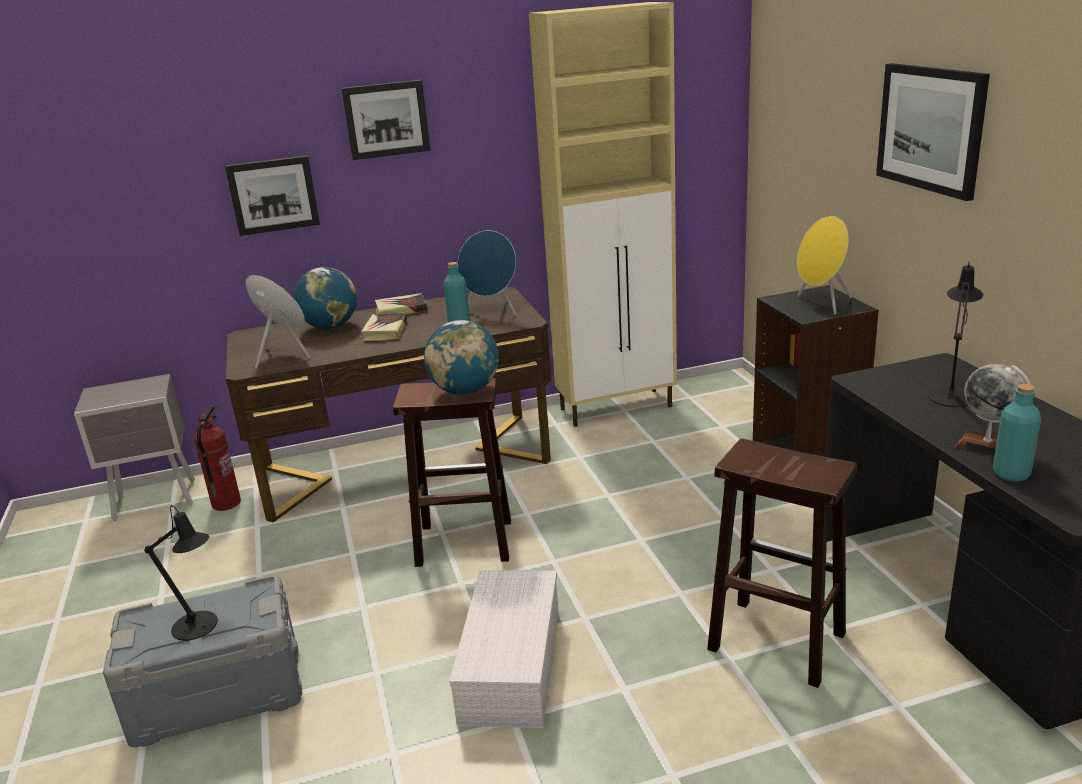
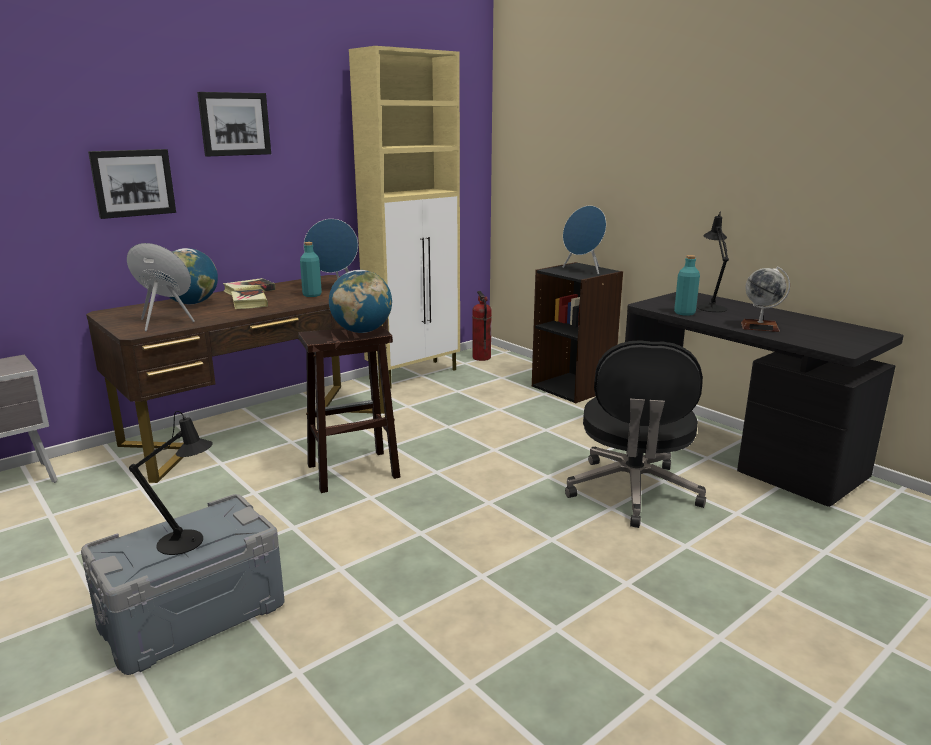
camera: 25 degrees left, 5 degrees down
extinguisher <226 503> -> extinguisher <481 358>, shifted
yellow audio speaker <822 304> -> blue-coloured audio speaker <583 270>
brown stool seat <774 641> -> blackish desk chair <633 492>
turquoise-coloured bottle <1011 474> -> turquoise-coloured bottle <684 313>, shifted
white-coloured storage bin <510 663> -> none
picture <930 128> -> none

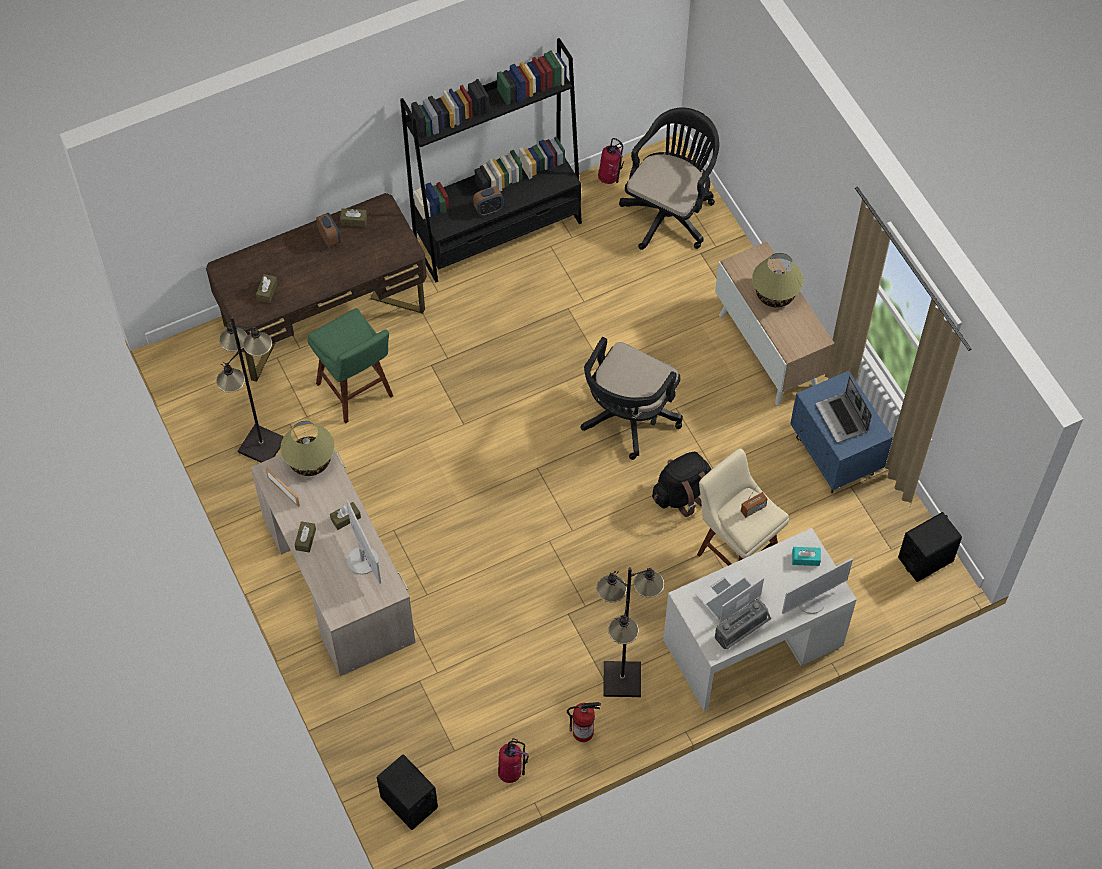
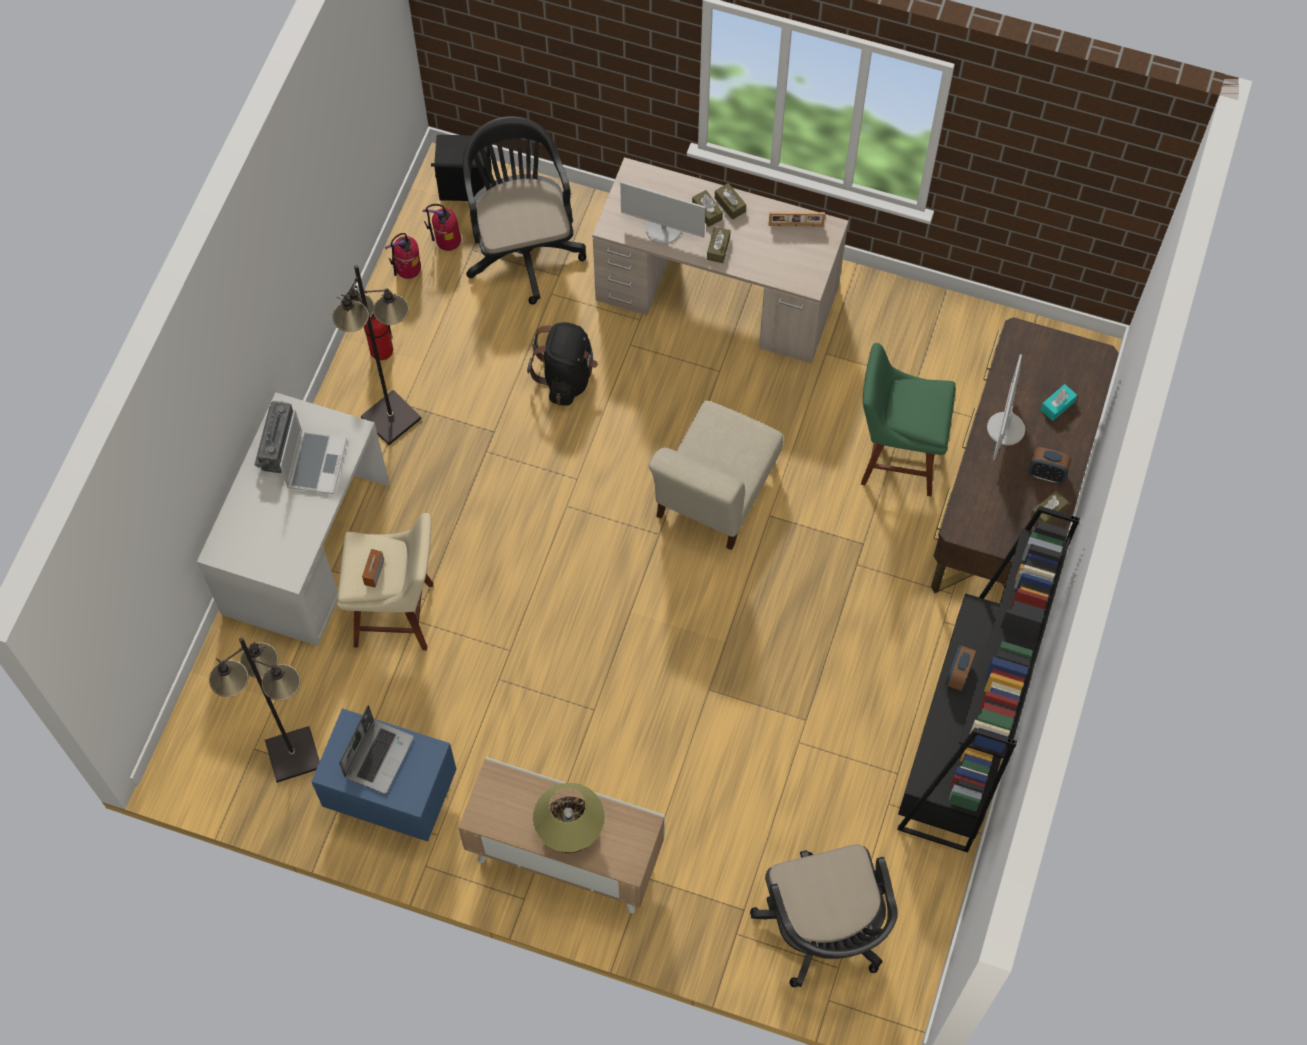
camera: 135 degrees right, 5 degrees up
blackish standard lamp <262 446> -> blackish standard lamp <292 754>, shifted
laptop <842 418> -> laptop <378 756>, 90 degrees clockwise
extinguisher <610 178> -> extinguisher <447 244>, shifted
blackish desk chair <627 419> -> blackish desk chair <522 246>, shifted
blackish backpack <682 494> -> blackish backpack <566 376>, shifted
none -> beige plain chair <713 495>
brown tissue box <267 291> -> brown tissue box <707 212>, shifted
computer display <811 599> -> computer display <1005 429>, shifted
turquoise-coloured tissue box <805 559> -> turquoise-coloured tissue box <1057 405>, shifted
lamp for a table <309 461> -> none
blackish audio speaker <925 559> -> none

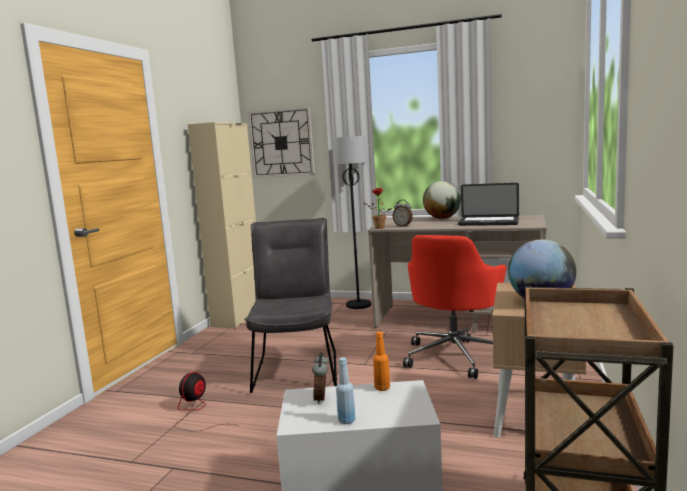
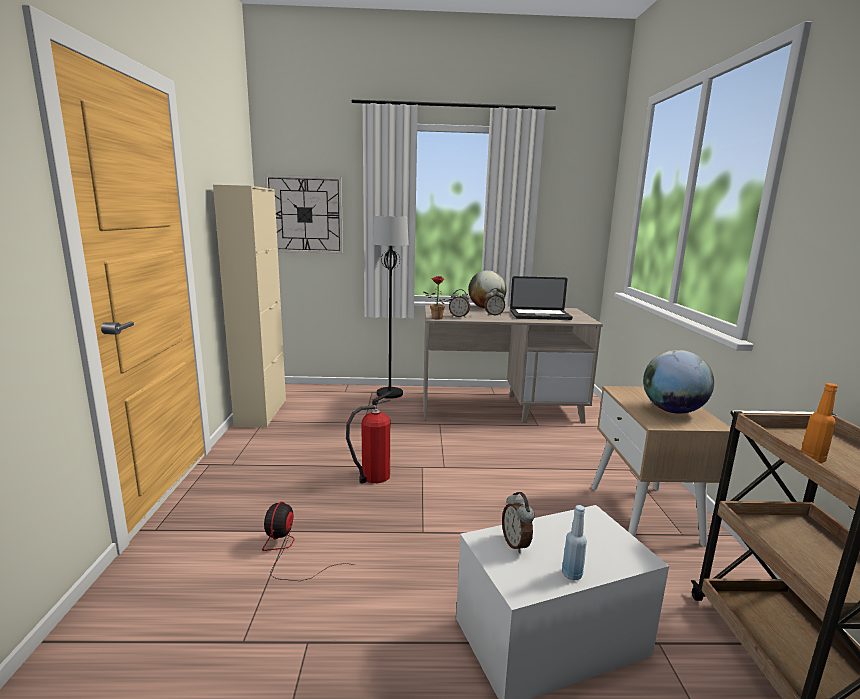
camera: 20 degrees left, 5 degrees up
gray plain chair <297 368> -> extinguisher <373 477>
none -> alarm clock <493 315>
orange-coloured bottle <382 388> -> orange-coloured bottle <812 459>, shifted
red-coloured desk chair <455 356> -> none

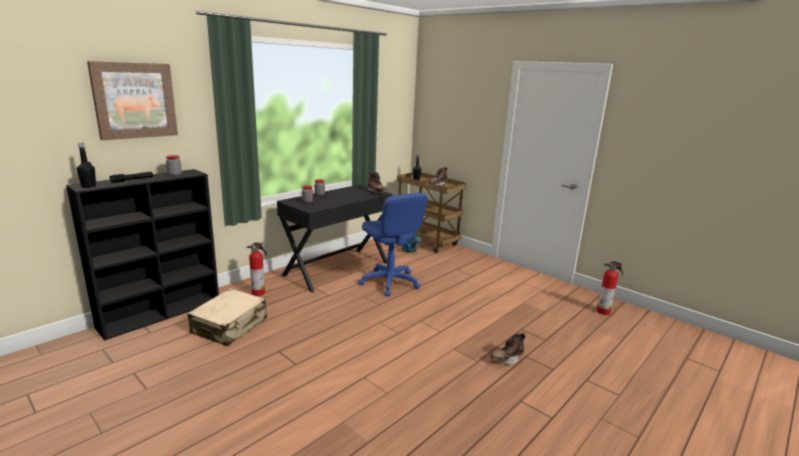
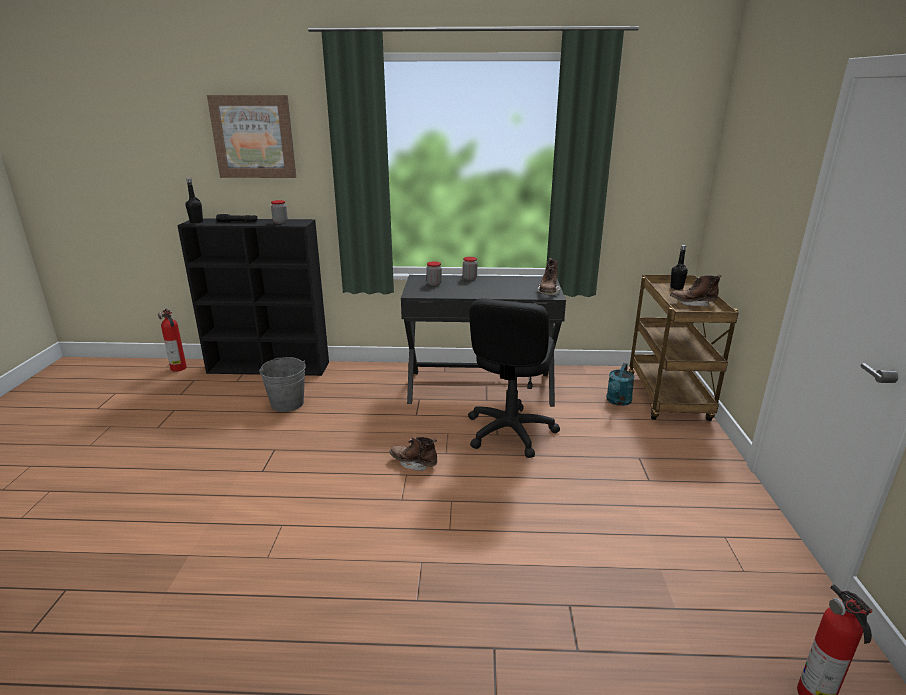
camera: 50 degrees right, 5 degrees up
extinguisher <259 293> -> extinguisher <179 368>, shifted
beige piece of luggage <230 326> -> gray water bucket <287 403>
brown tall boot <506 359> -> brown tall boot <414 463>, shifted
blue-coloured desk chair <389 282> -> blackish desk chair <509 432>

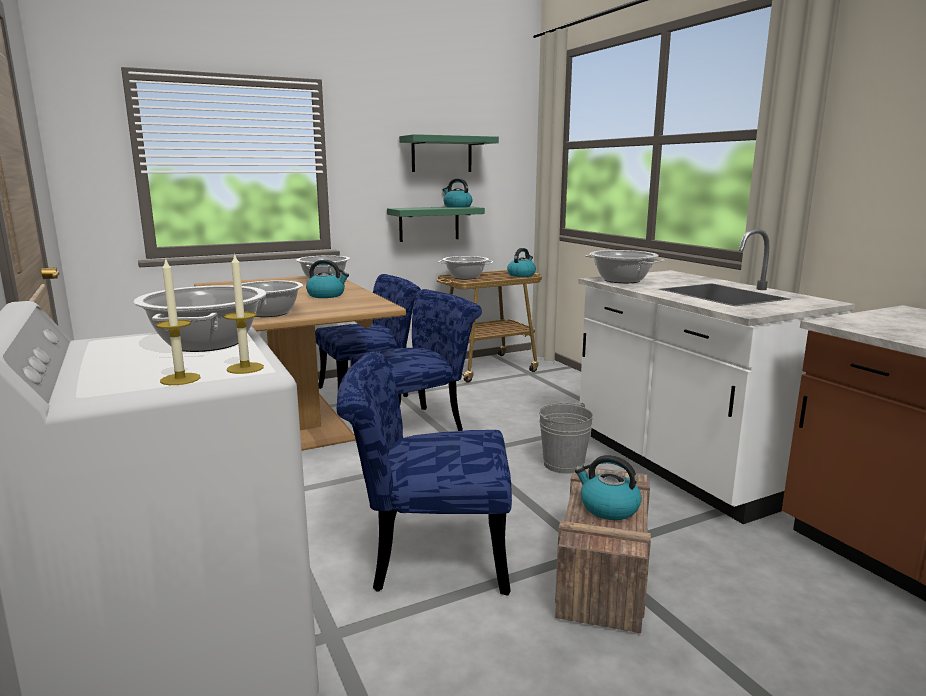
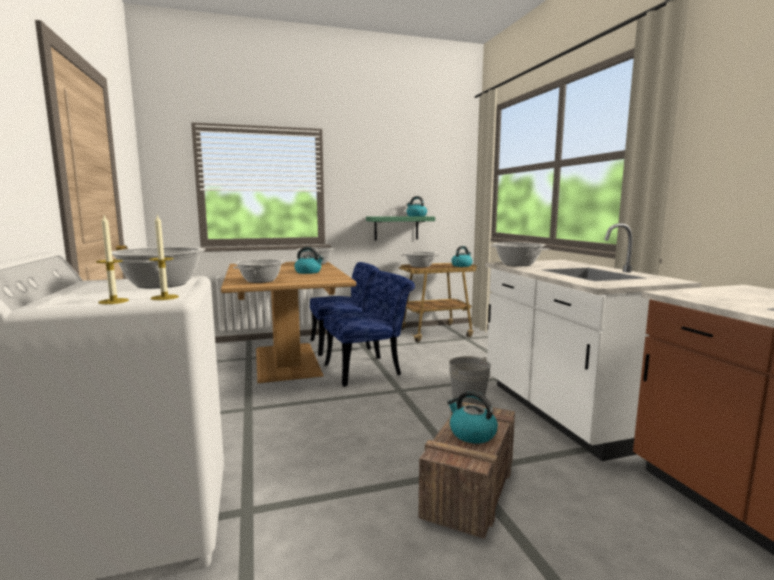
camera: 10 degrees right, 5 degrees down
blue-coloured plain chair <426 555> -> none
green-coloured bracket shelf <441 154> -> none

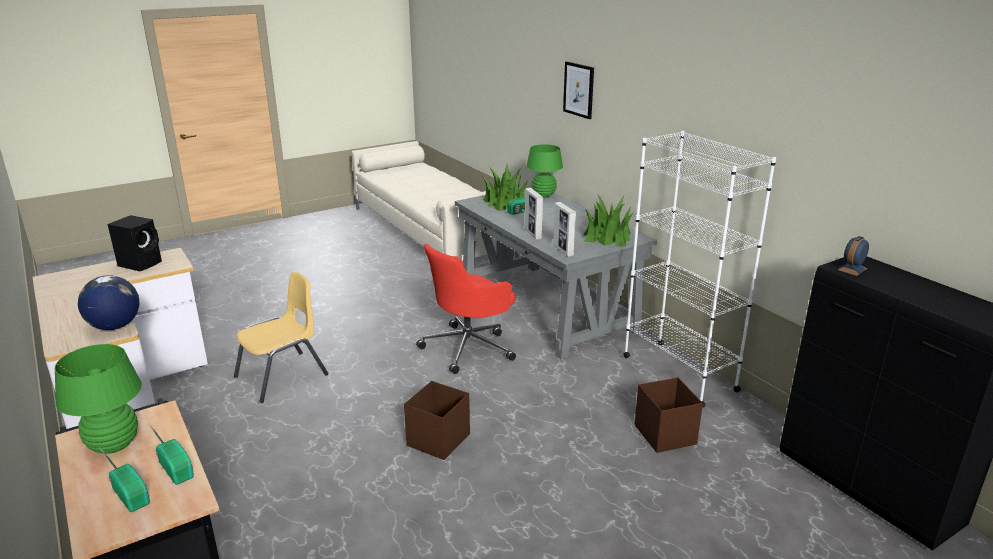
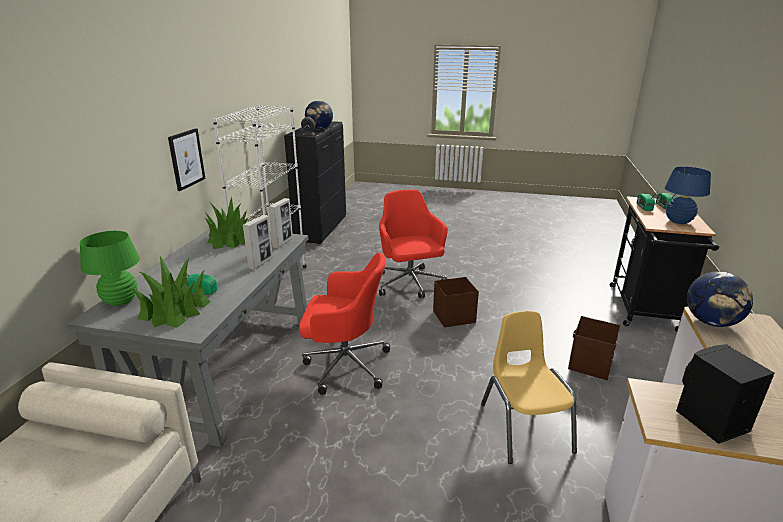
camera: 135 degrees left, 0 degrees up
picture <579 90> -> picture <186 159>, shifted
none -> globe <319 129>
none -> red-coloured desk chair <410 284>
yellow plain chair <282 376> -> yellow plain chair <524 427>, 75 degrees clockwise
brown storage bin <665 434> -> brown storage bin <589 364>, shifted
green-coloured lamp for a table <113 445> -> blue-coloured lamp for a table <678 221>

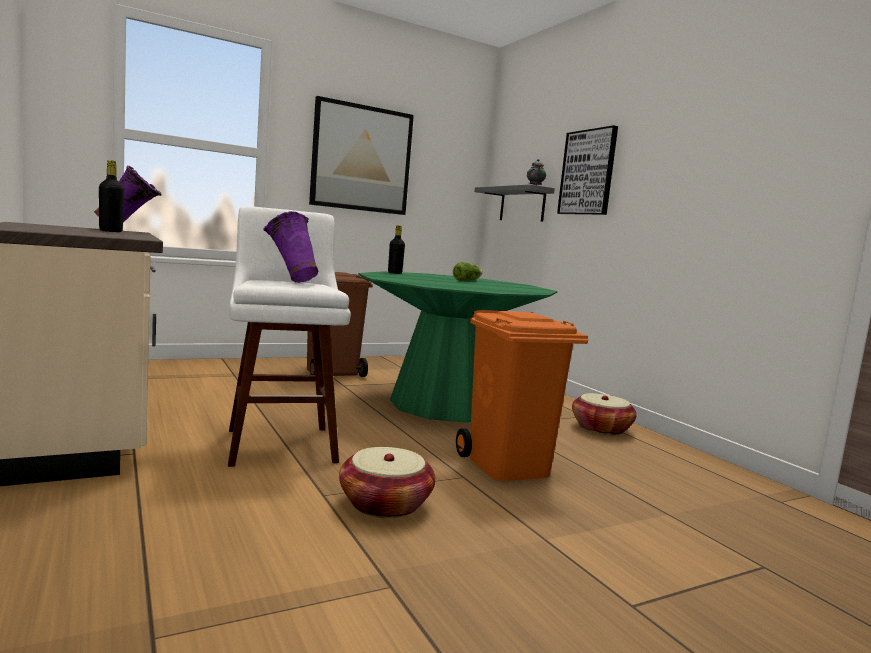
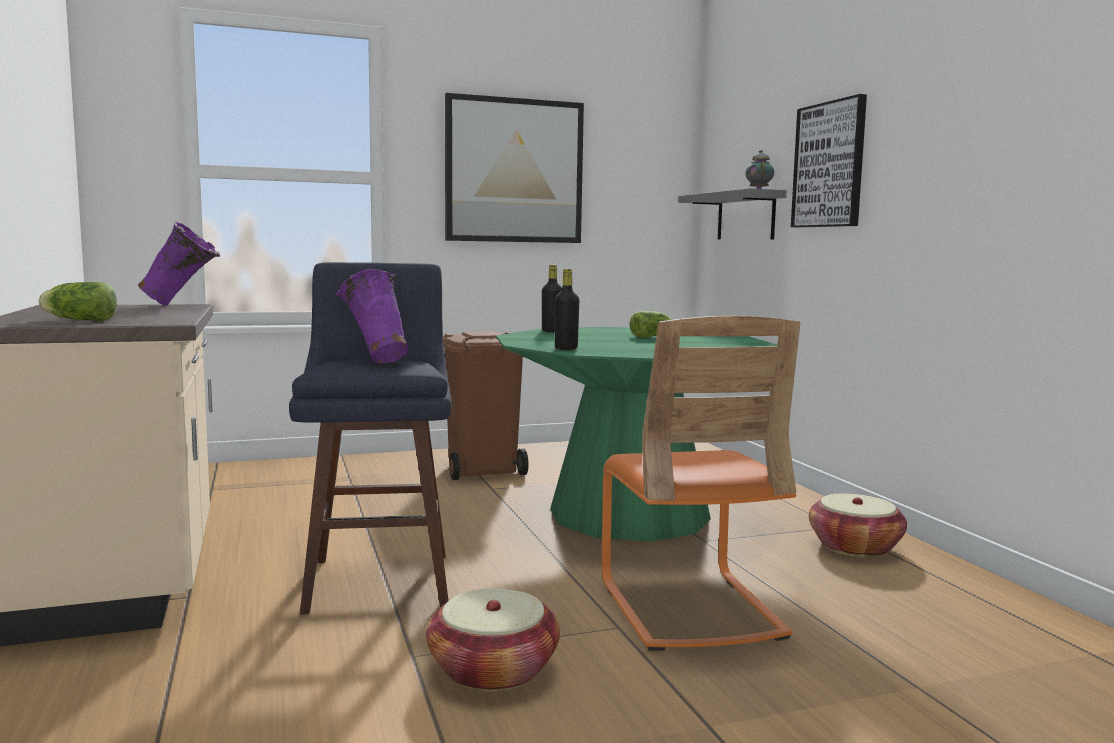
camera: 10 degrees right, 0 degrees up
none -> lettuce head <78 320>
white-coloured stool seat <280 442> -> blue-coloured stool seat <379 577>
blackish bottle <111 231> -> blackish bottle <566 349>, shifted
orange-coloured waste bin <507 465> -> orange-coloured plain chair <689 608>

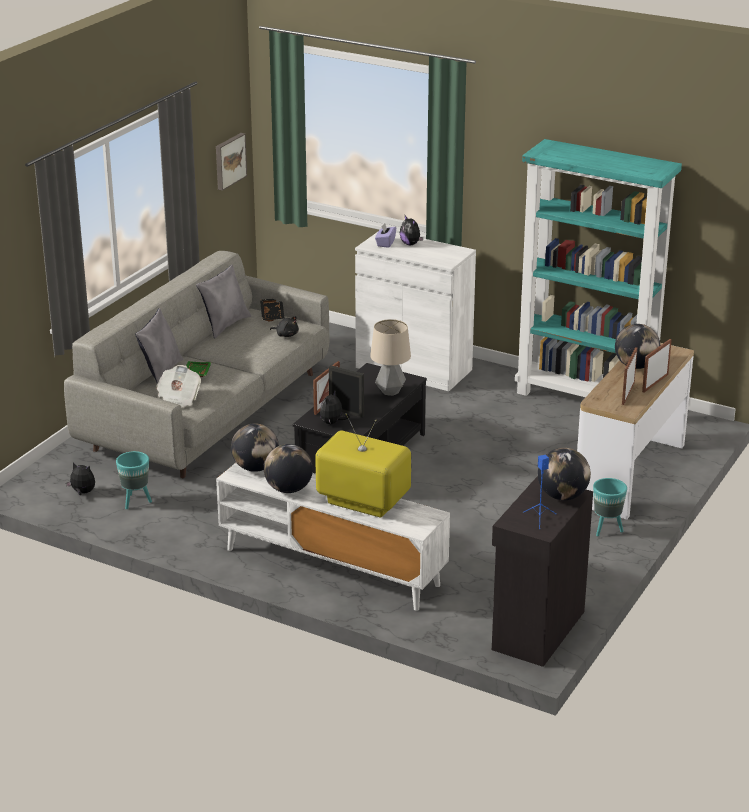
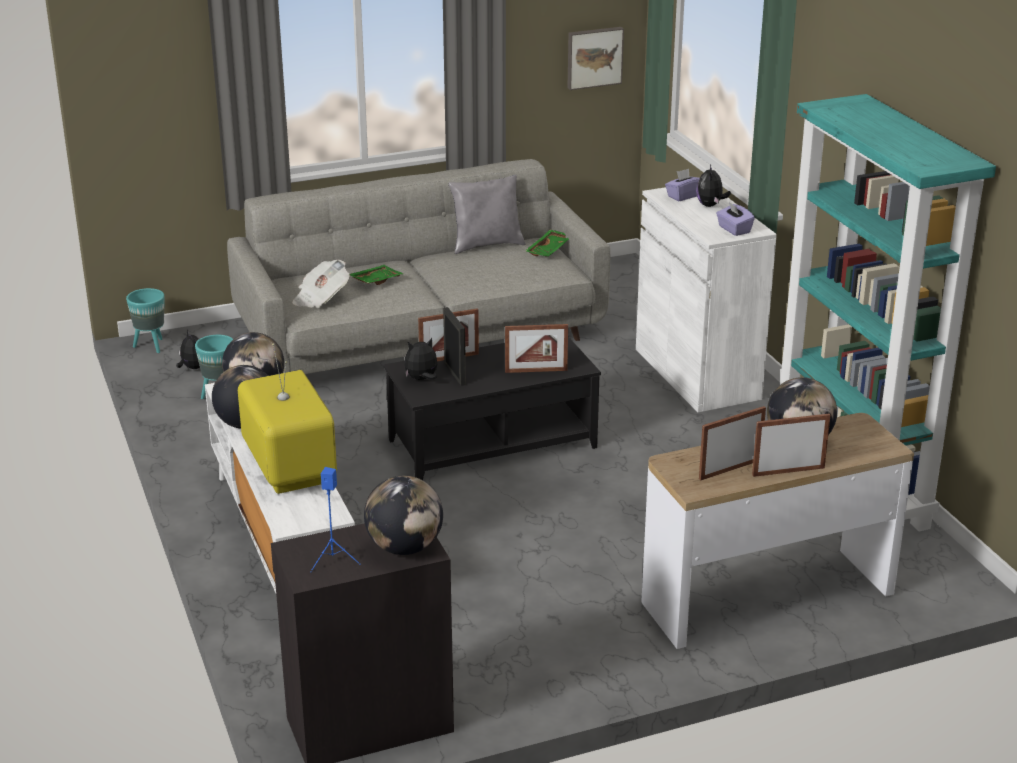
camera: 40 degrees right, 0 degrees up
turquoise-coloured planter <606 530> -> turquoise-coloured planter <151 346>, shifted
lamp for a table <390 391> -> photo frame <536 371>
blackish serving tray <273 314> -> green-coloured serving tray <550 250>
none -> purplish tissue box <733 230>
gray throw pillow <161 372> -> none
blackish cuddly toy <286 335> -> none

